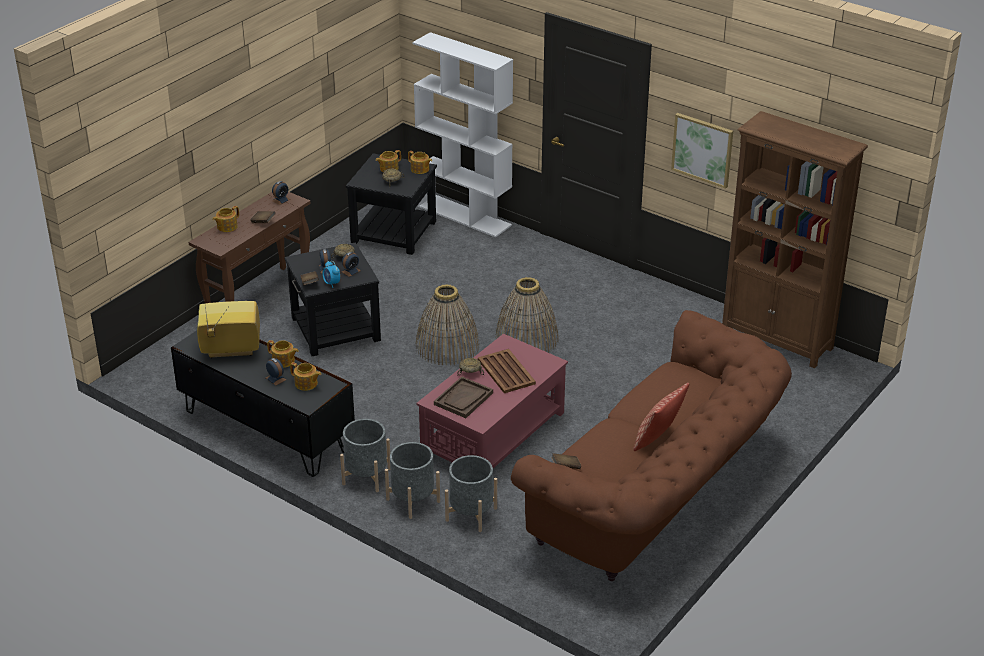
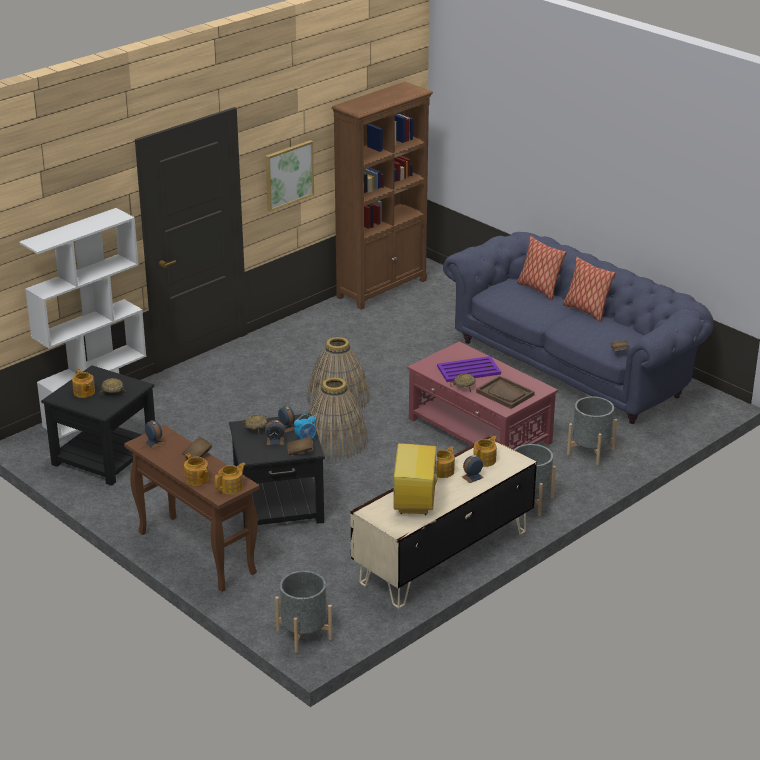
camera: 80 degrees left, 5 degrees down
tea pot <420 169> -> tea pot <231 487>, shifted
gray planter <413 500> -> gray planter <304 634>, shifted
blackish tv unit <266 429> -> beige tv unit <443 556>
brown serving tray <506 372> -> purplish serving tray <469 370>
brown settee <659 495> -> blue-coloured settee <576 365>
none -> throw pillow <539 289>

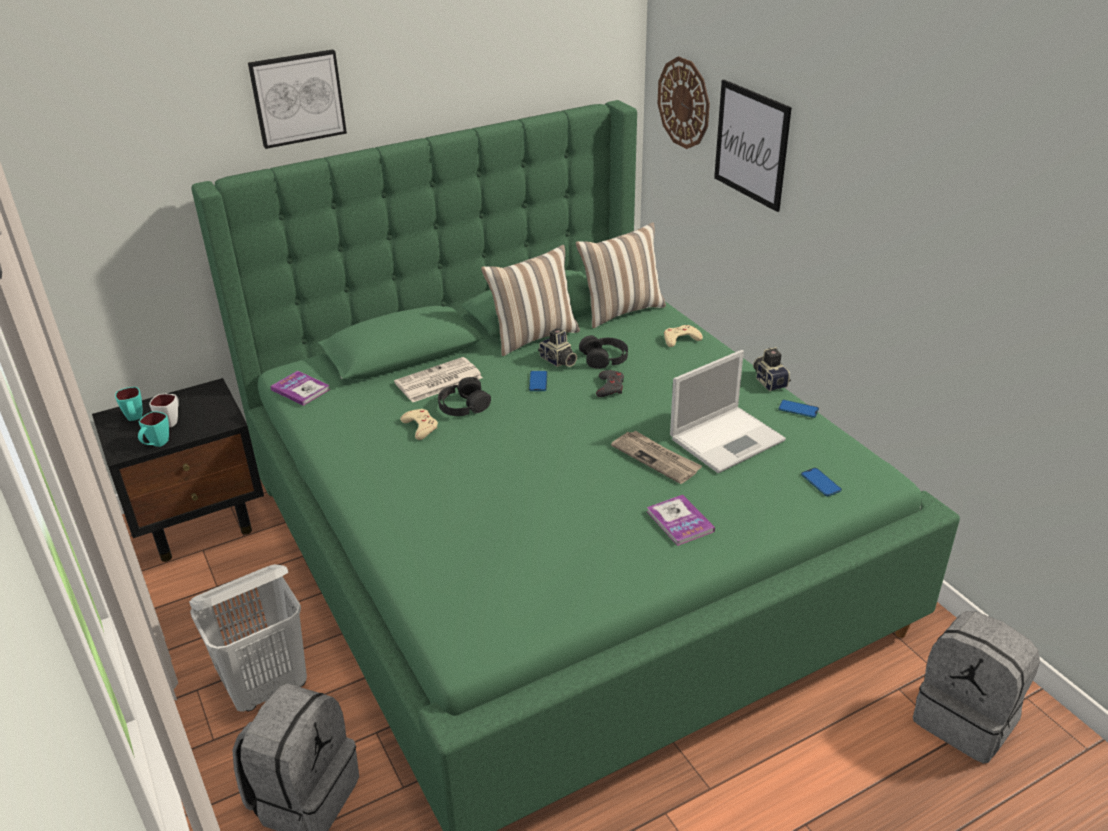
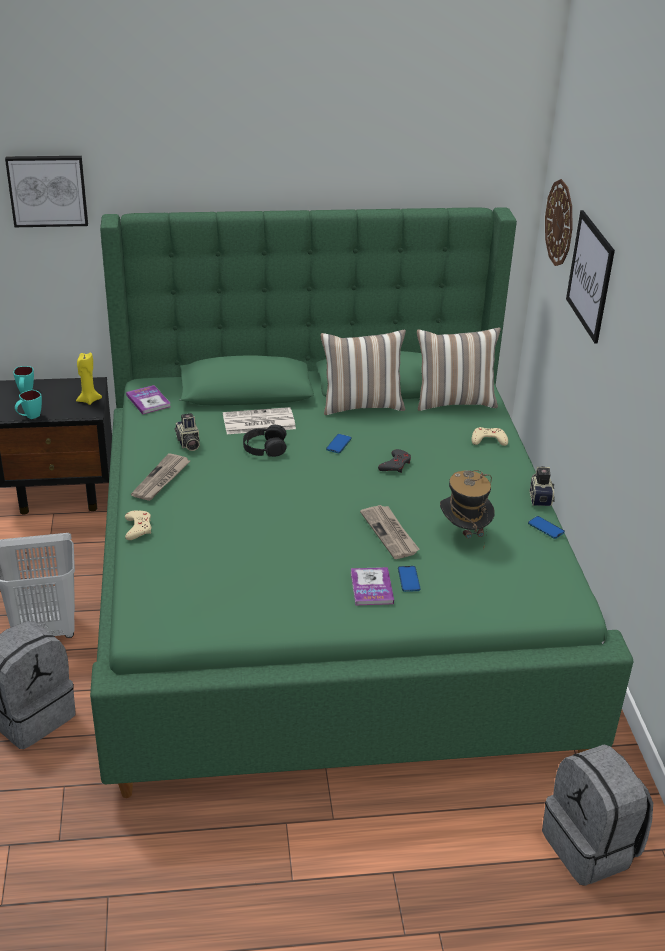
camera: 20 degrees right, 0 degrees up
picture <297 98> -> picture <47 190>, shifted
none -> yellow wax light <88 400>
beige joypad <420 427> -> beige joypad <138 528>, shifted
none -> daily paper <161 479>
still camera <558 361> -> still camera <188 443>, shifted
telephone <820 483> -> telephone <408 579>, shifted
laptop <728 438> -> hat <464 534>
white-coloured tea mug <171 420> -> none
blackish headset <604 358> -> none

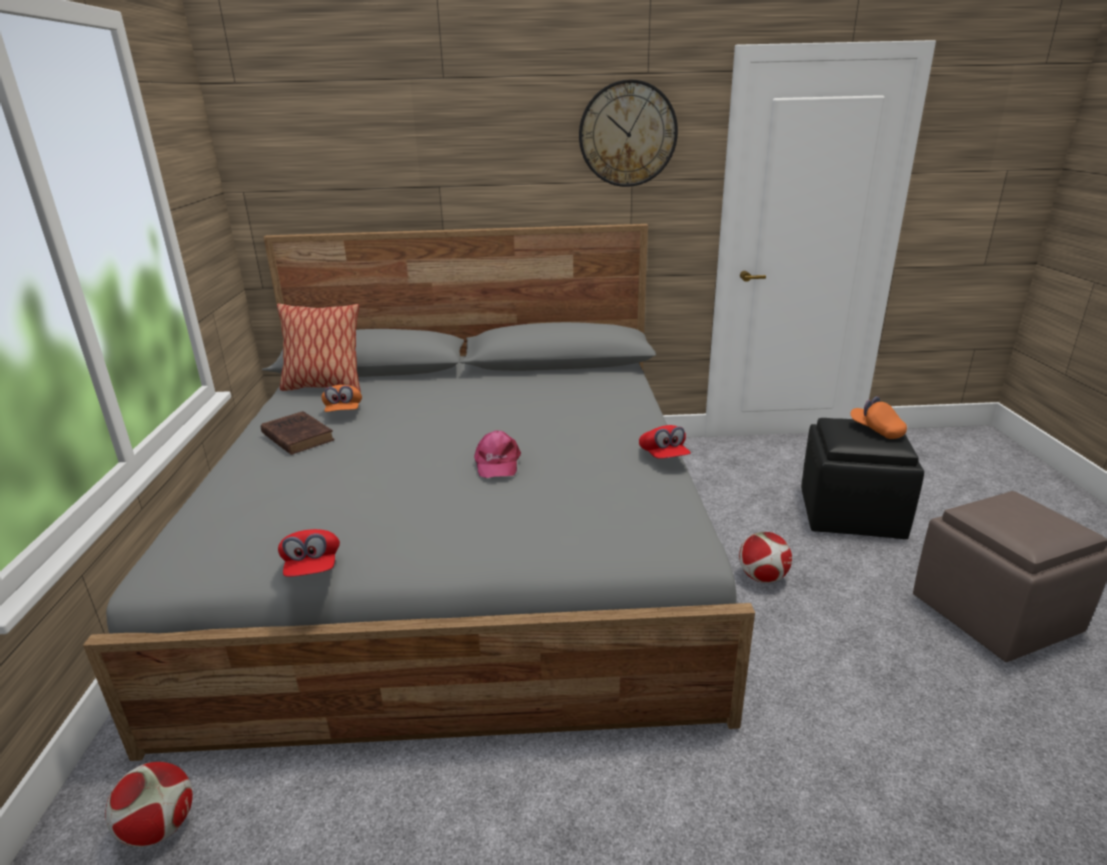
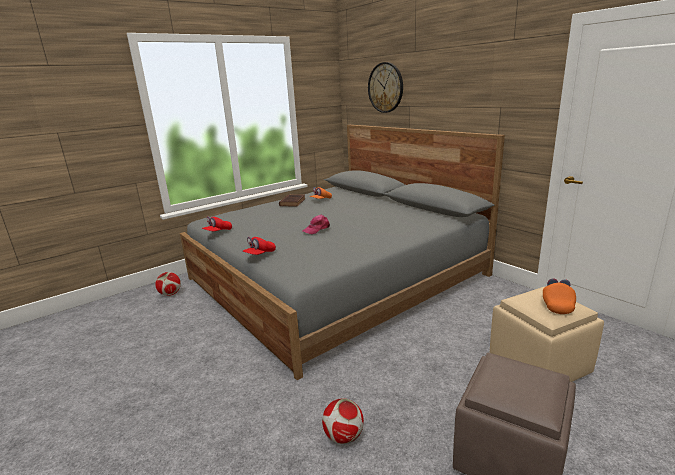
camera: 55 degrees right, 5 degrees down
red-coloured peaked cap <663 456> -> red-coloured peaked cap <260 254>, shifted
football <762 577> -> football <343 436>, shifted
hanging clock <627 134> -> hanging clock <385 87>, shifted
blackish ottoman <849 514> -> beige ottoman <537 364>
throw pillow <324 387> -> none

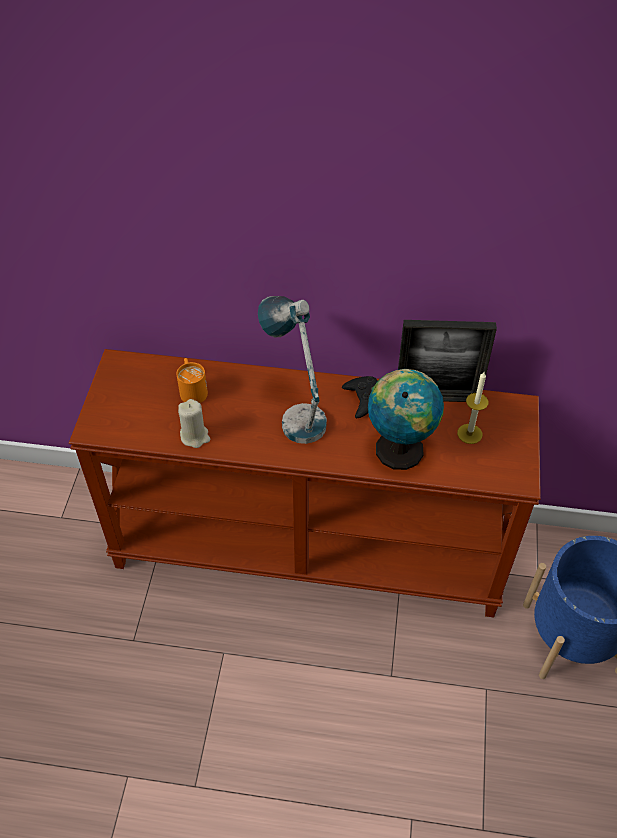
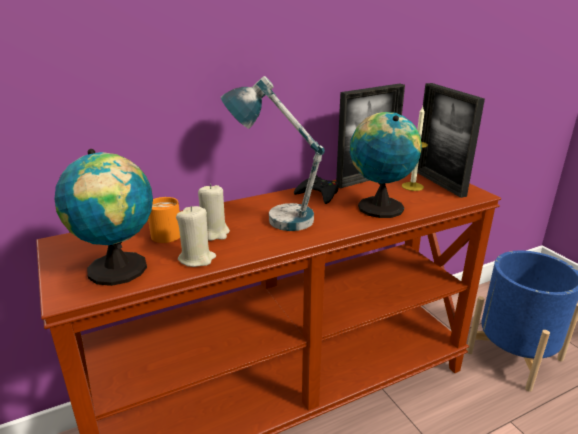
camera: 35 degrees left, 25 degrees down
none -> globe <119 271>
none -> beige wax light <214 233>
none -> photo frame <439 183>

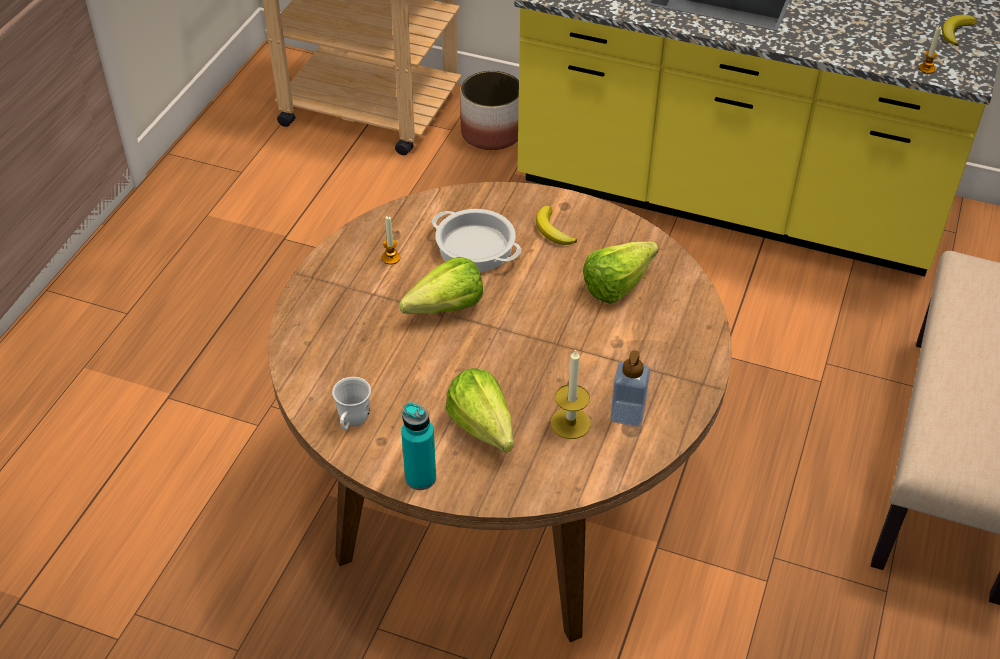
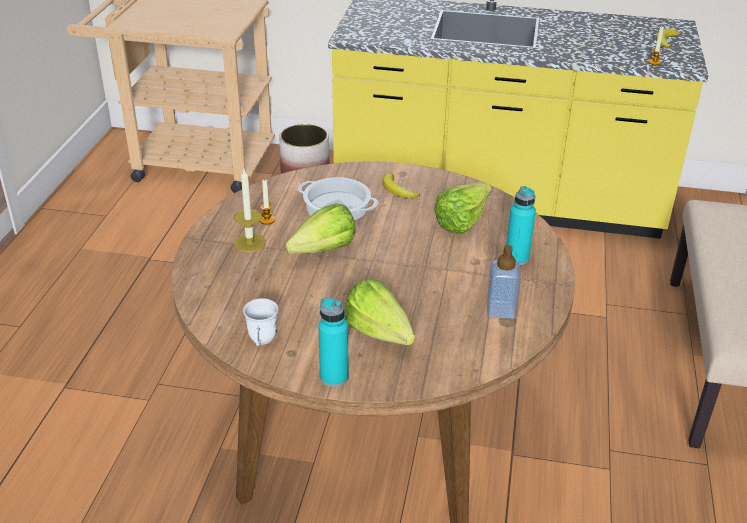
camera: 10 degrees left, 10 degrees down
wax light <570 423> -> wax light <250 242>, shifted
none -> turquoise-coloured bottle <516 258>

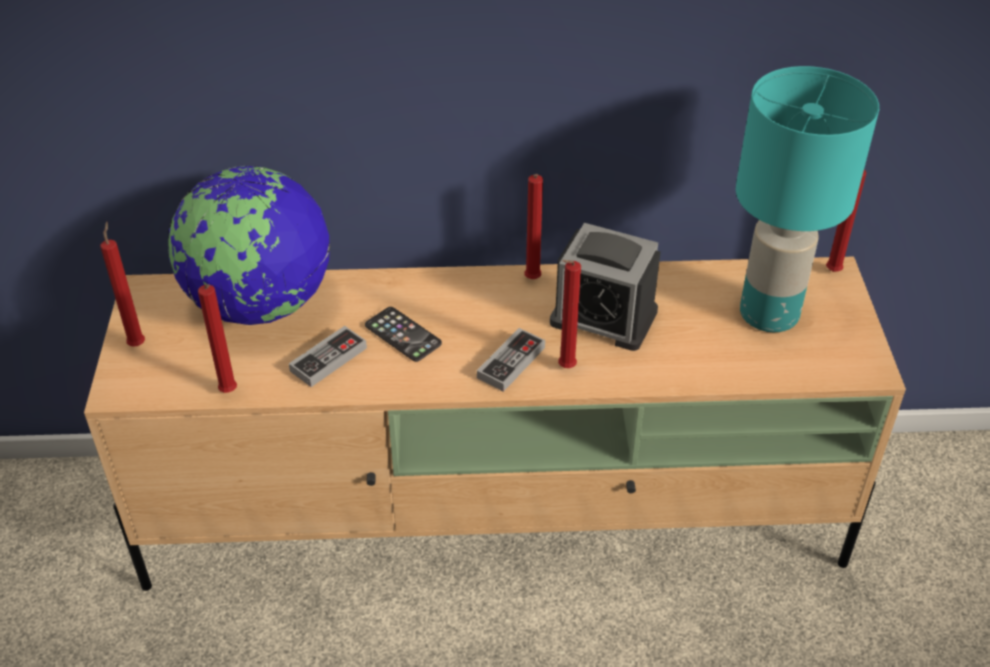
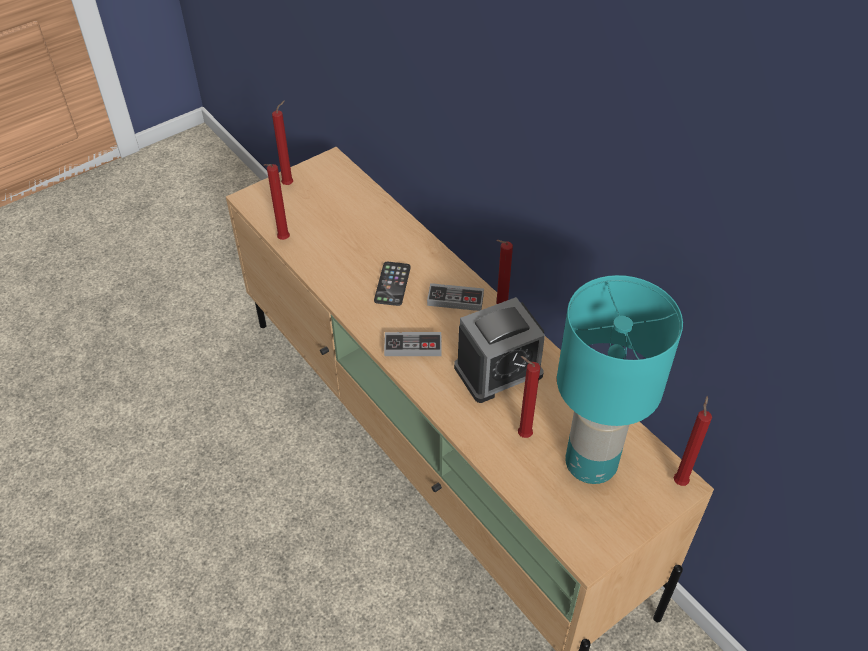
camera: 55 degrees right, 5 degrees up
joypad <328 359> -> joypad <455 299>, shifted
alarm clock <603 317> -> alarm clock <498 371>, 105 degrees counterclockwise
red-coloured wax light <564 368> -> red-coloured wax light <522 434>, shifted
globe <260 305> -> none

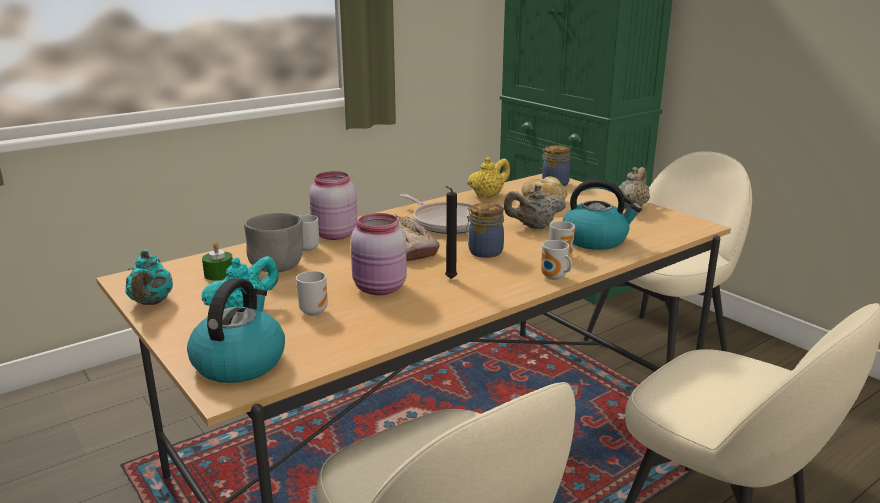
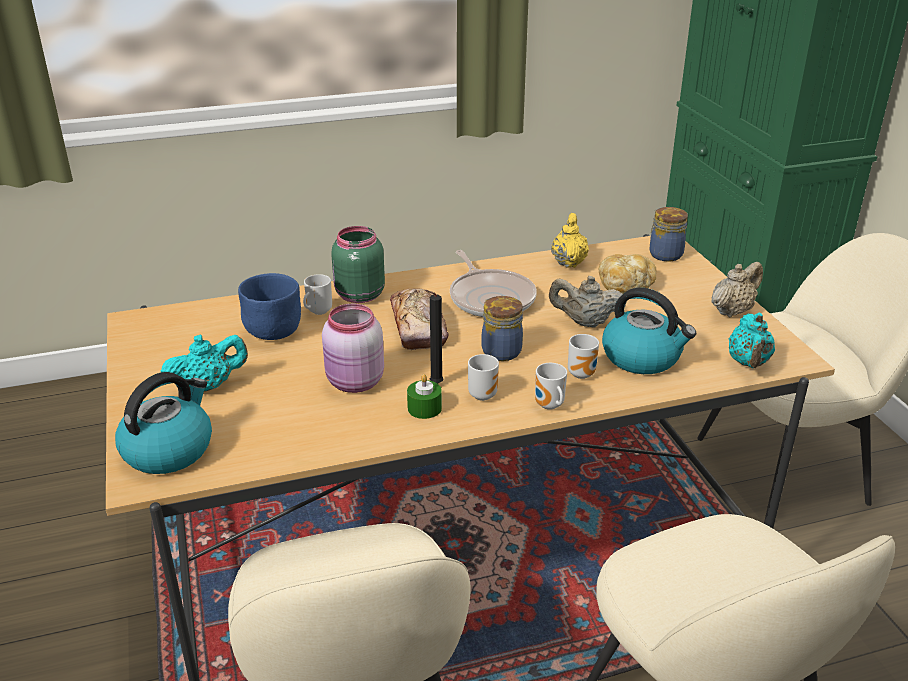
camera: 20 degrees right, 10 degrees up
gray serving bowl <277 268> -> blue-coloured serving bowl <274 334>
pink storage jar <334 235> -> green-coloured storage jar <358 295>
green-coloured wax light <219 274> -> green-coloured wax light <424 408>, shifted
tea mug <313 311> -> tea mug <482 394>, shifted
yellow tea pot <488 195> -> yellow tea pot <568 262>, 60 degrees counterclockwise
turquoise-coloured tea pot <151 303> -> turquoise-coloured tea pot <748 363>, shifted

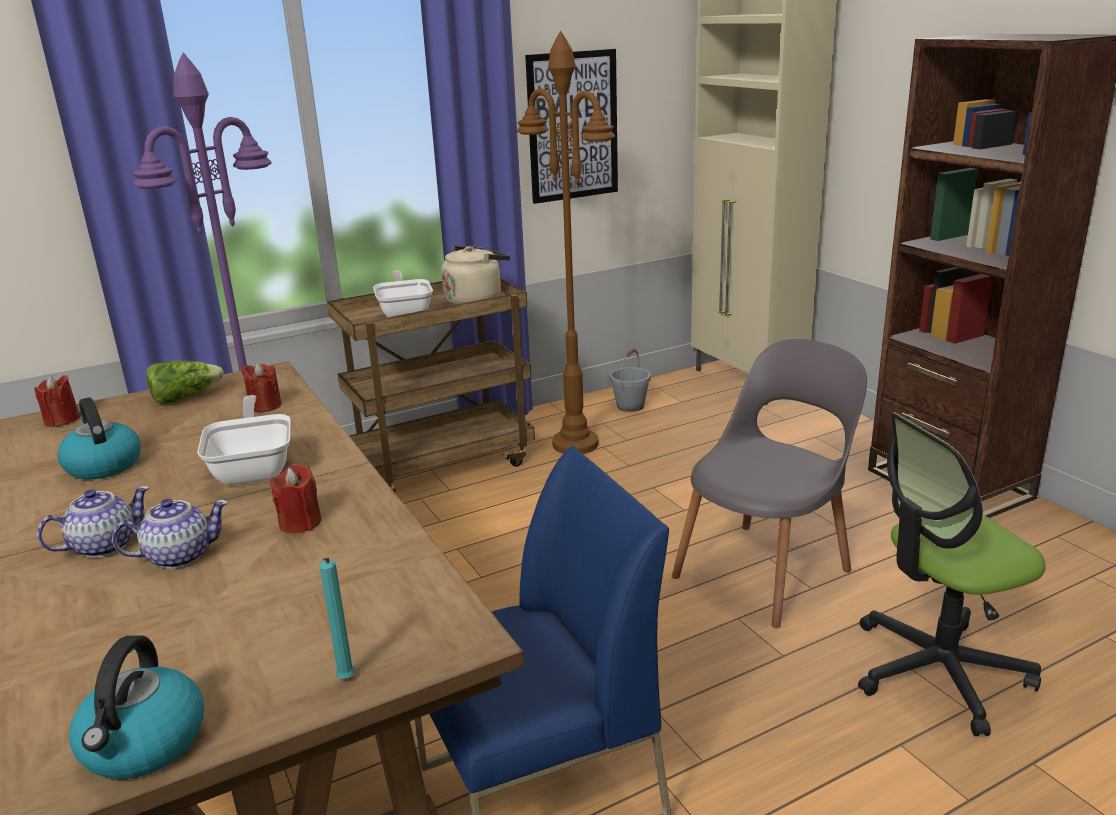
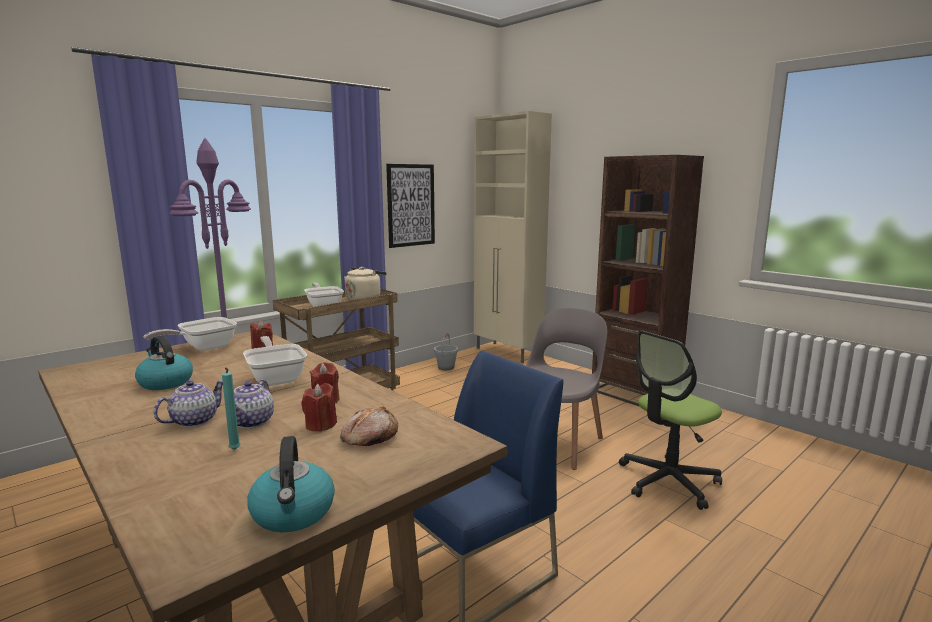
camera: 15 degrees left, 10 degrees down
lettuce head <185 397> -> skillet <203 348>
turquoise-coloured wax light <345 681> -> turquoise-coloured wax light <234 450>, shifted
tea pot <178 556> -> tea pot <252 422>, 135 degrees clockwise
red-coloured wax light <62 420> -> red-coloured wax light <320 425>, shifted
none -> bakery bread <369 437>
brown standard lamp <574 444> -> none

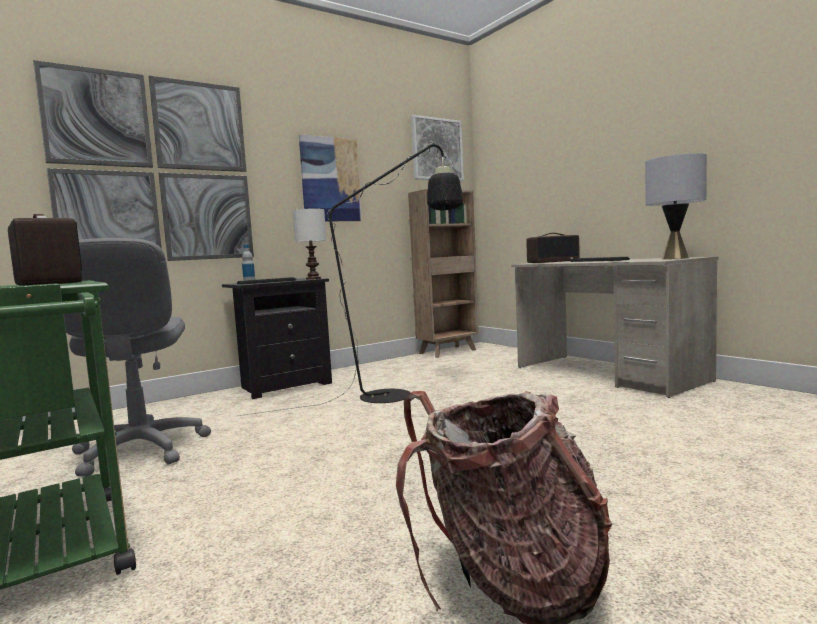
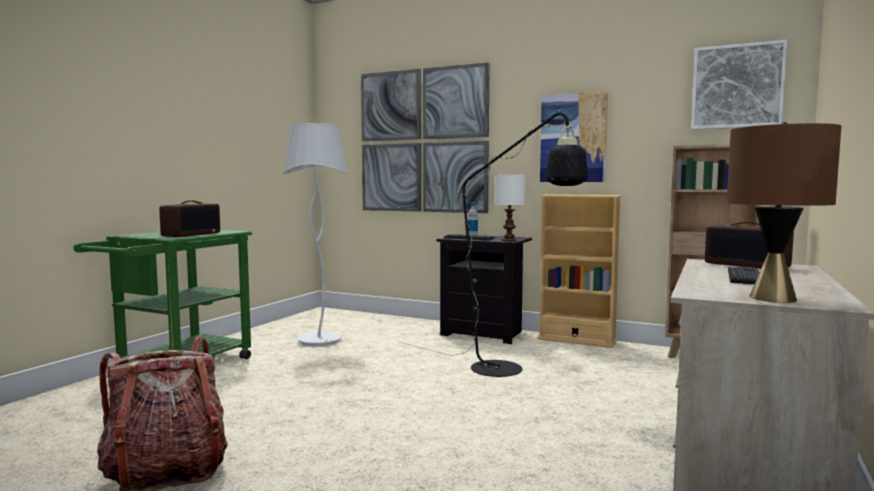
camera: 60 degrees right, 0 degrees up
gray desk chair <140 450> -> white-coloured standard lamp <319 341>
none -> beige bookshelf <577 340>
gray lamp for a table <675 258> -> brown lamp for a table <772 298>

